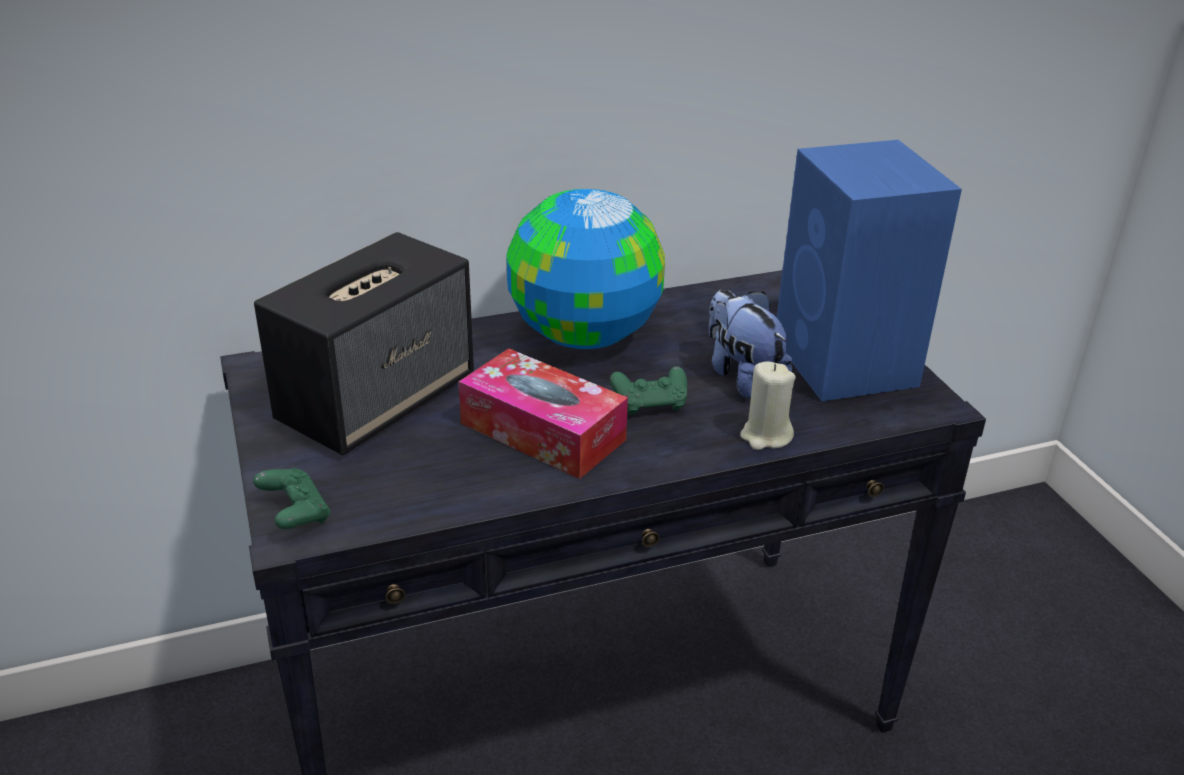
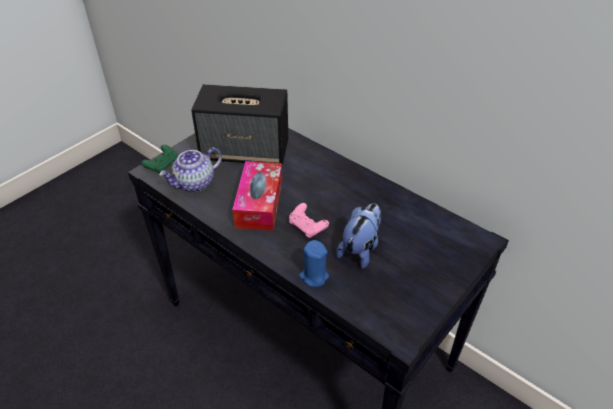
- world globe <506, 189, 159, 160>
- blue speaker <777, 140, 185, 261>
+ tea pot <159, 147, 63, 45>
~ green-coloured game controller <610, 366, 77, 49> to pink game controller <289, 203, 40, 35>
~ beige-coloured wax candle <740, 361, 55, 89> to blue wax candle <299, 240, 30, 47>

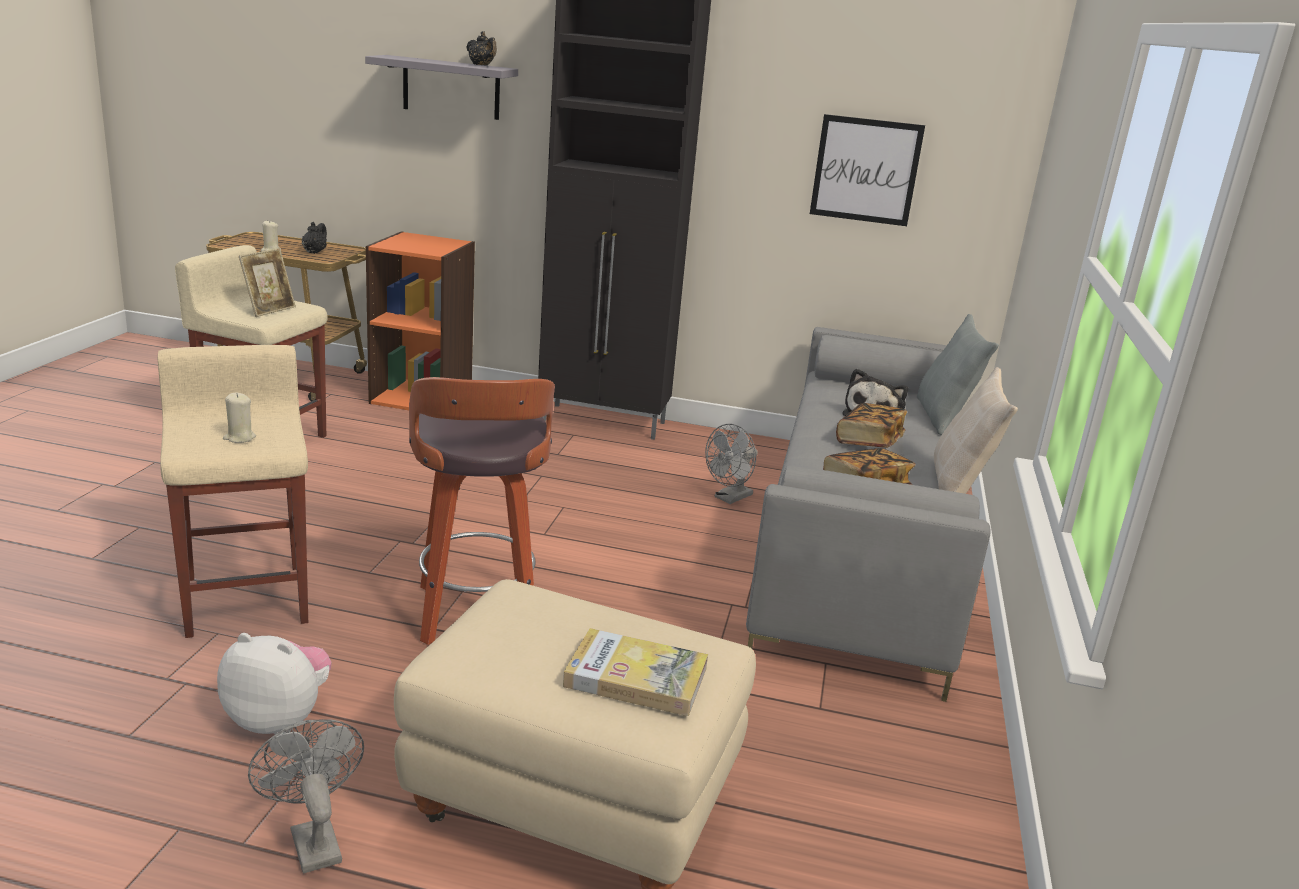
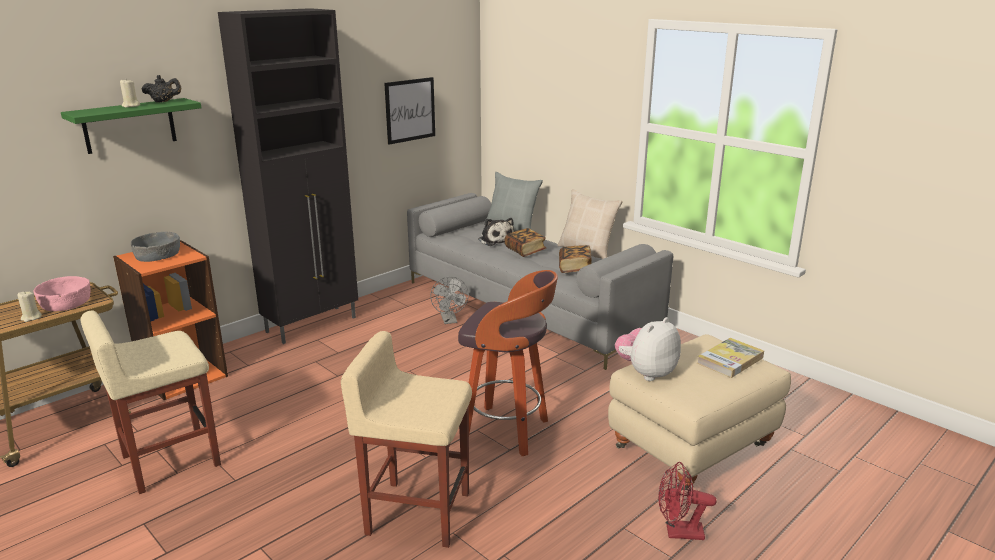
- standing frame <239, 248, 57, 69>
+ gray deep dish <131, 232, 49, 30>
~ cuddly toy <217, 633, 115, 102> to <615, 317, 66, 64>
~ beige-coloured wax candle <223, 392, 33, 51> to <120, 79, 20, 29>
~ black-coloured tea pot <302, 222, 25, 32> to pink deep dish <33, 276, 58, 35>
~ gray electric fan <248, 719, 116, 154> to reddish electric fan <658, 462, 59, 78>
~ gray shelf <365, 55, 153, 65> to green-coloured shelf <61, 98, 141, 56>

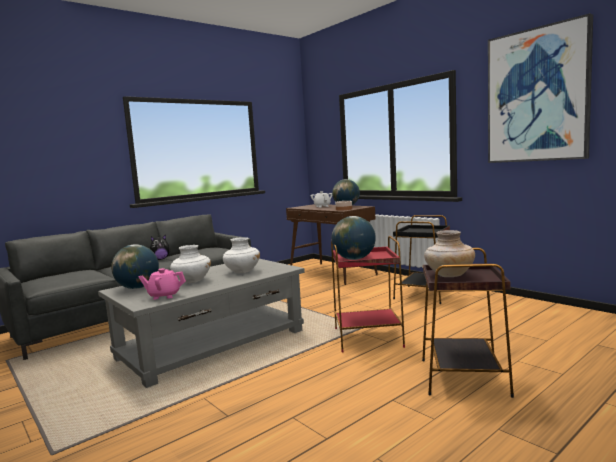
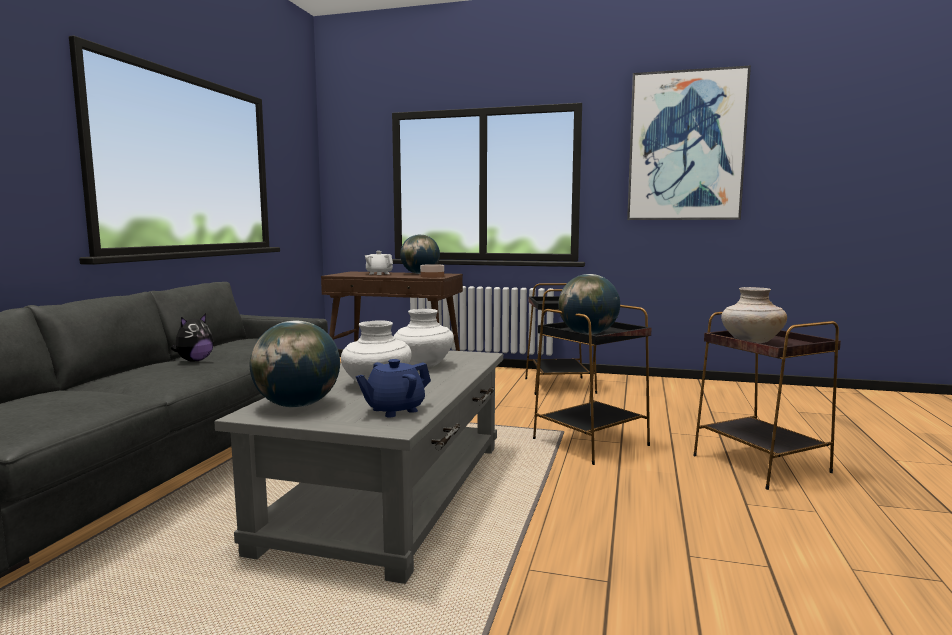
~ pink tea pot <139, 268, 47, 32> to blue tea pot <356, 359, 75, 58>
~ reddish accent table <331, 236, 74, 116> to black-coloured accent table <533, 305, 119, 160>

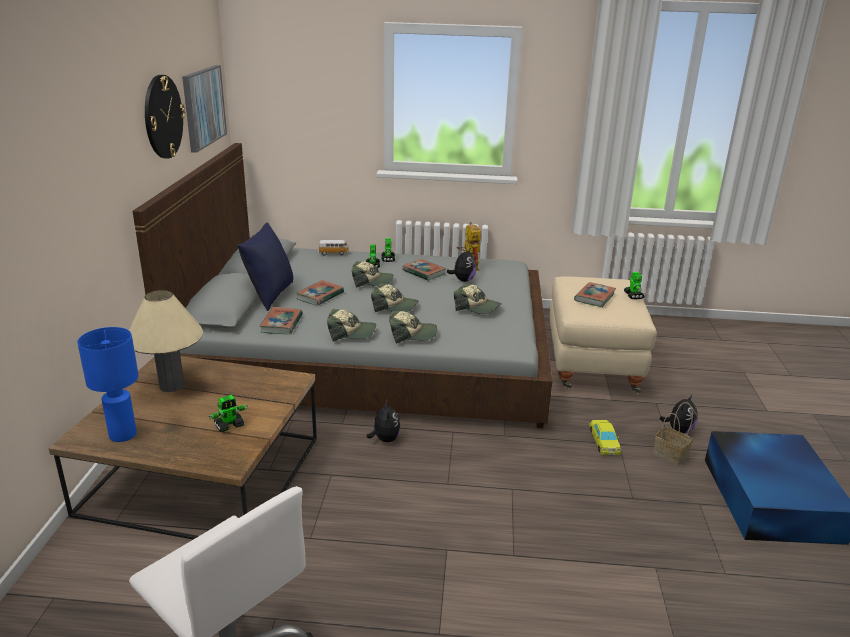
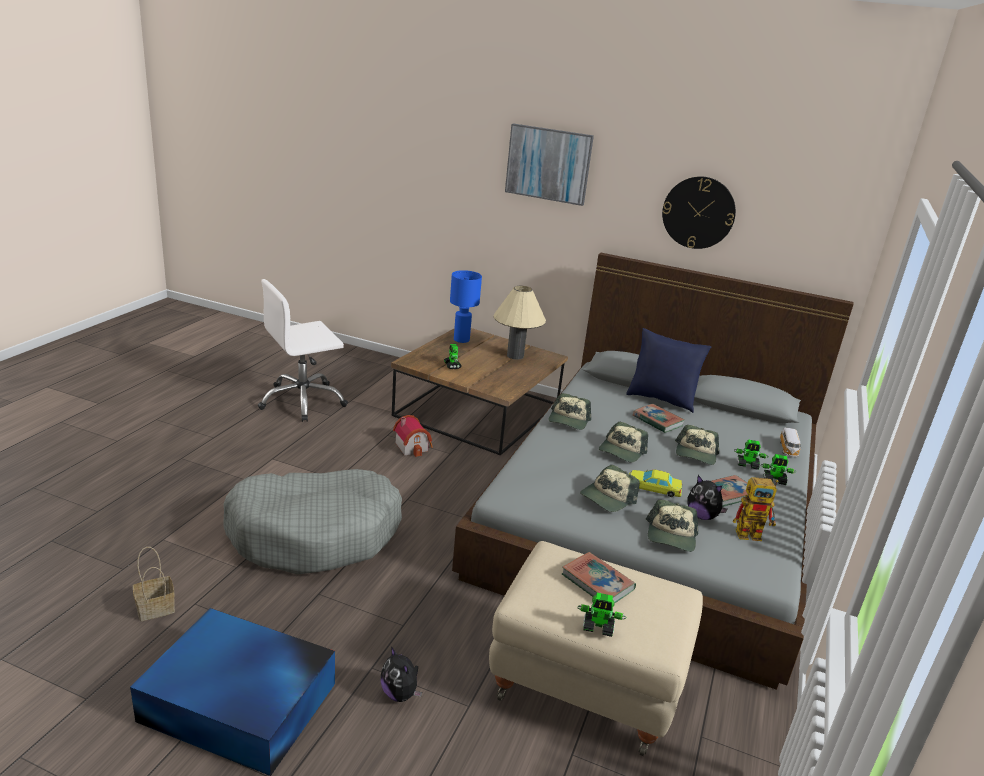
- bound book <260, 307, 43, 27>
- cuddly toy <367, 399, 33, 43>
+ gray dog cushion <223, 469, 179, 106>
+ toy house <393, 415, 40, 42>
~ picture <182, 65, 45, 88> to <505, 123, 89, 83>
~ peaked cap <389, 311, 48, 32> to <646, 500, 52, 52>
~ yellow-coloured model car <589, 420, 32, 35> to <629, 469, 53, 28>
~ household basket <653, 402, 40, 64> to <133, 547, 42, 74>

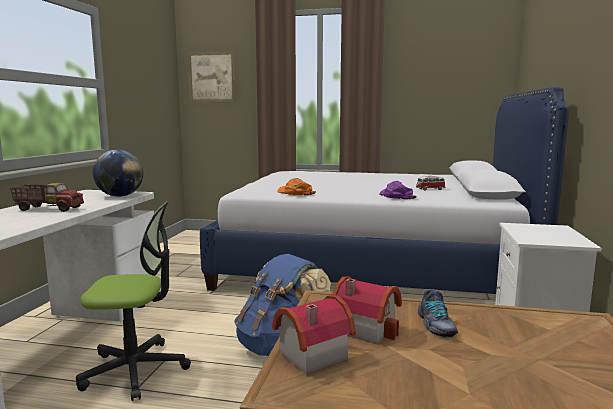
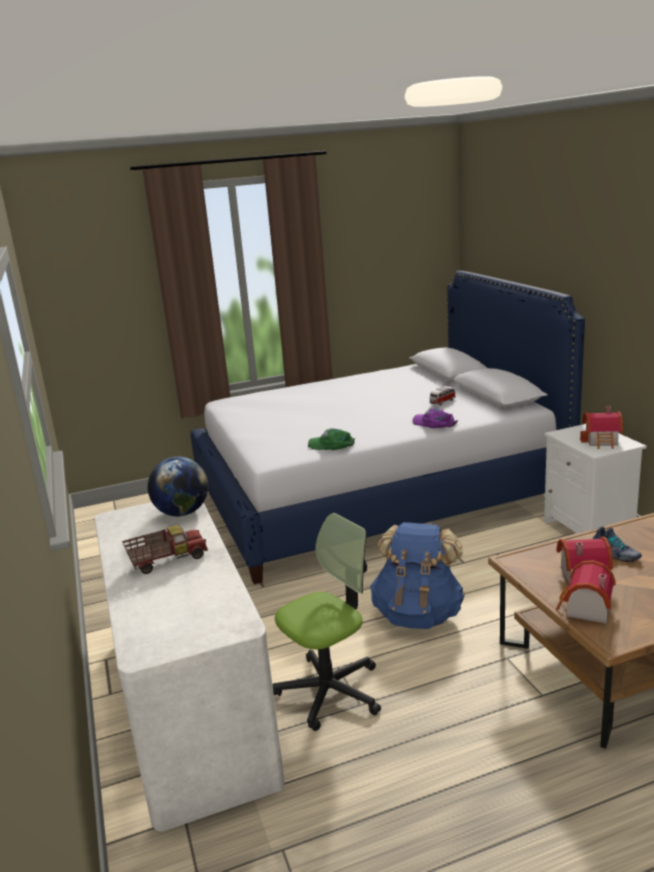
- picture <188, 51, 48, 51>
+ toy house <580, 406, 43, 43>
~ orange-coloured peaked cap <278, 178, 38, 17> to green-coloured peaked cap <308, 428, 47, 22>

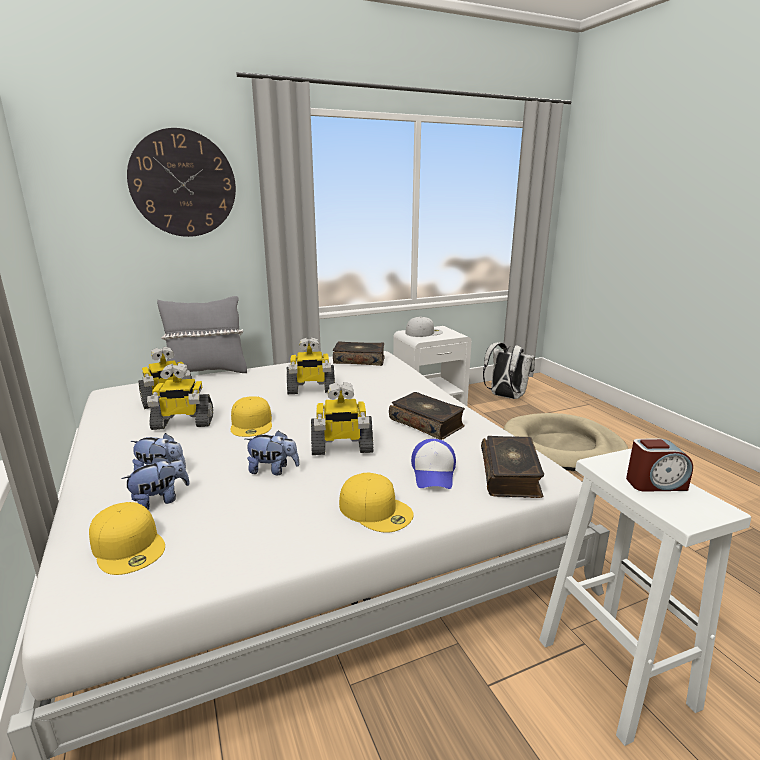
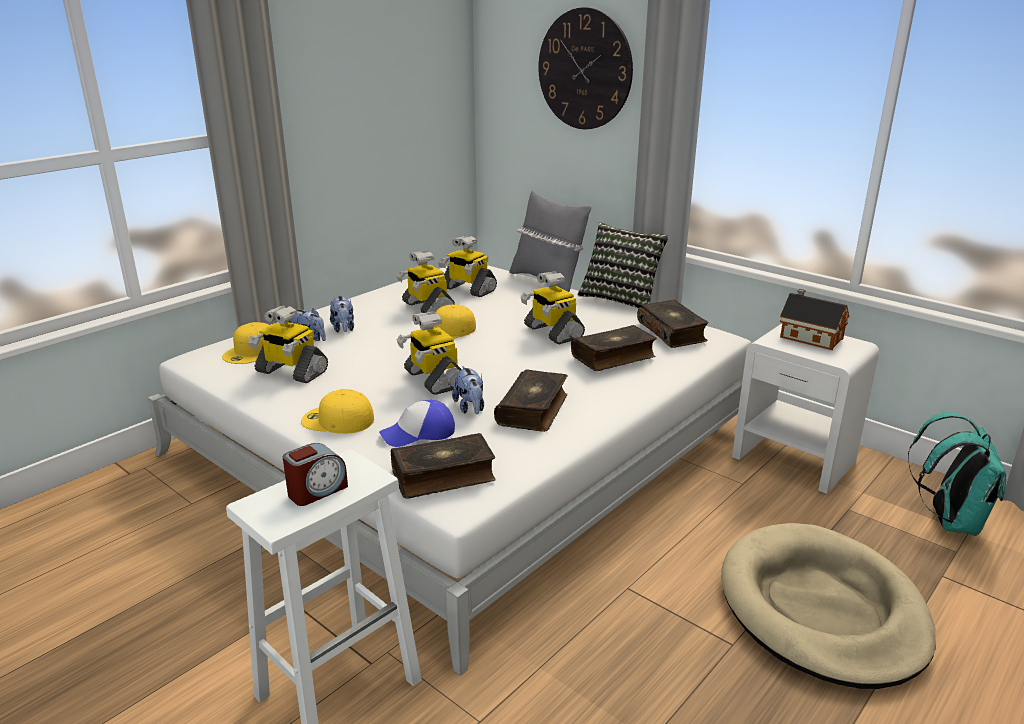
+ toy robot <248, 305, 80, 78>
+ bound book <571, 325, 86, 46>
+ cushion <577, 222, 91, 86>
~ cuddly toy <245, 430, 55, 45> to <452, 366, 32, 48>
~ white-coloured peaked cap <406, 317, 37, 20> to toy house <780, 289, 69, 61>
~ white-coloured knapsack <483, 342, 52, 57> to blue-green knapsack <908, 412, 98, 124>
~ yellow-coloured peaked cap <339, 473, 75, 60> = <301, 389, 73, 45> 90 degrees clockwise
~ alarm clock <626, 438, 67, 54> = <283, 443, 65, 63> 105 degrees counterclockwise

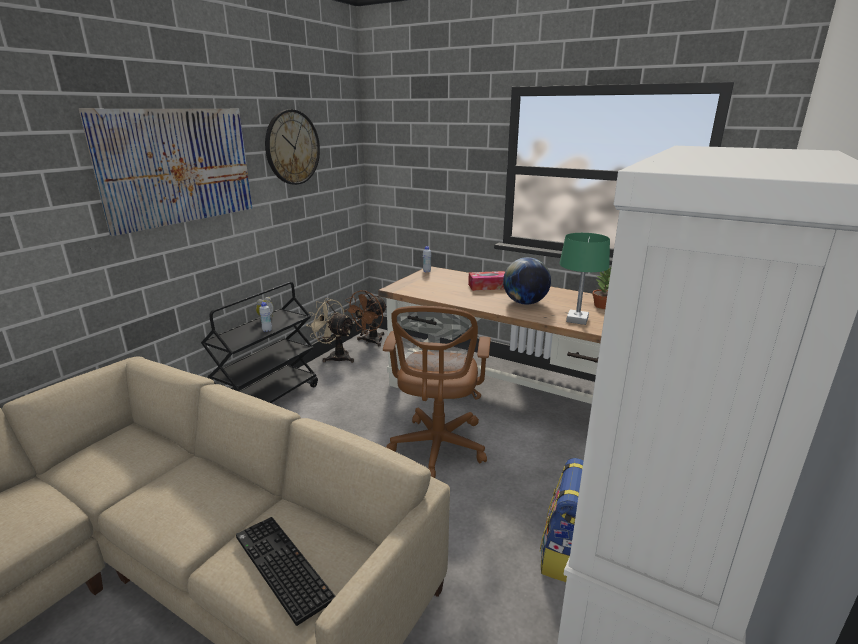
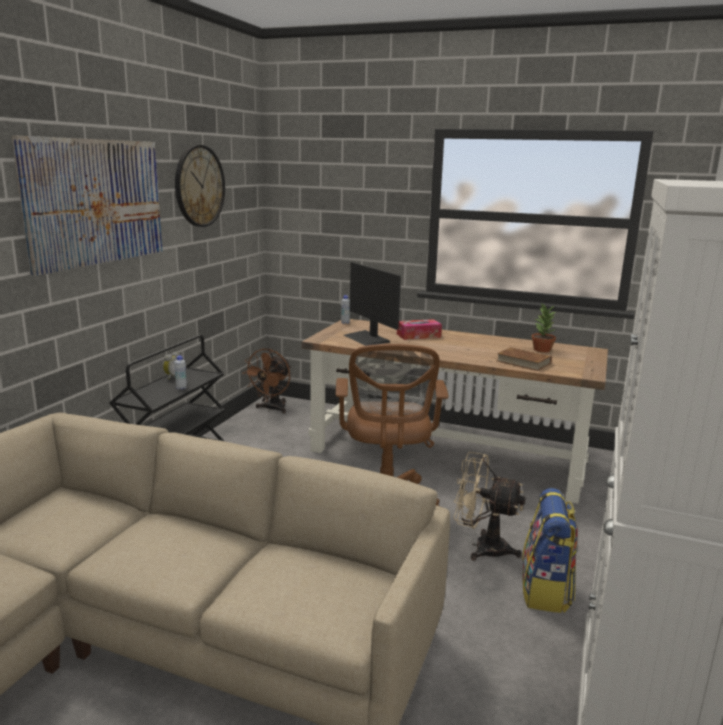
- computer keyboard <236, 517, 99, 109>
- world globe <503, 257, 48, 48>
+ computer screen <344, 262, 57, 84>
~ beige-coloured electric fan <306, 298, 49, 65> to <454, 452, 72, 109>
~ green-coloured table lamp <559, 233, 51, 92> to brown-coloured bound book <497, 347, 55, 24>

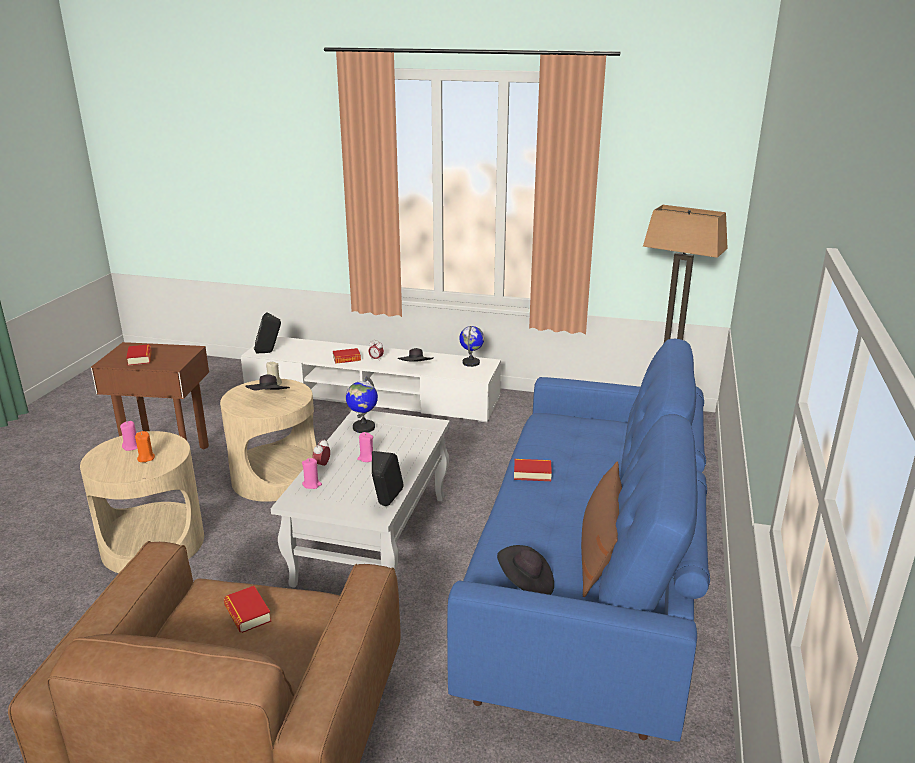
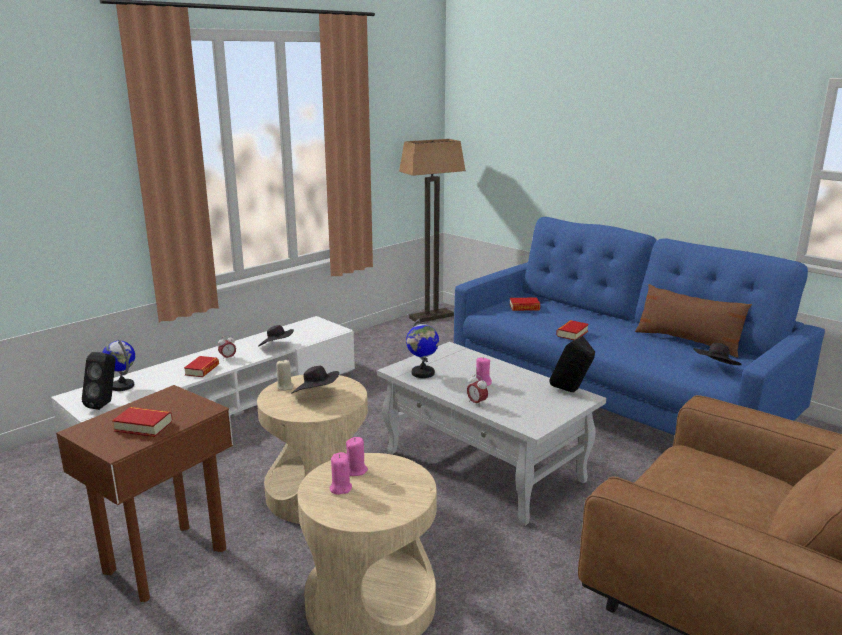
- orange-coloured wax candle <135, 431, 20, 31>
~ bound book <224, 586, 47, 47> to <510, 297, 30, 14>
~ pink wax candle <302, 458, 20, 31> to <346, 437, 22, 39>
~ world globe <459, 326, 25, 41> to <102, 340, 33, 51>

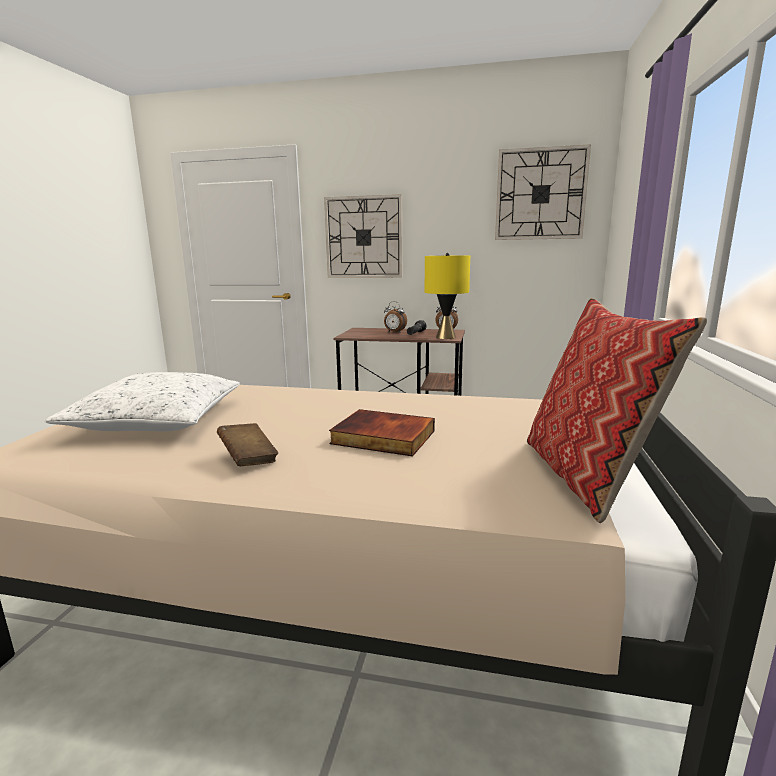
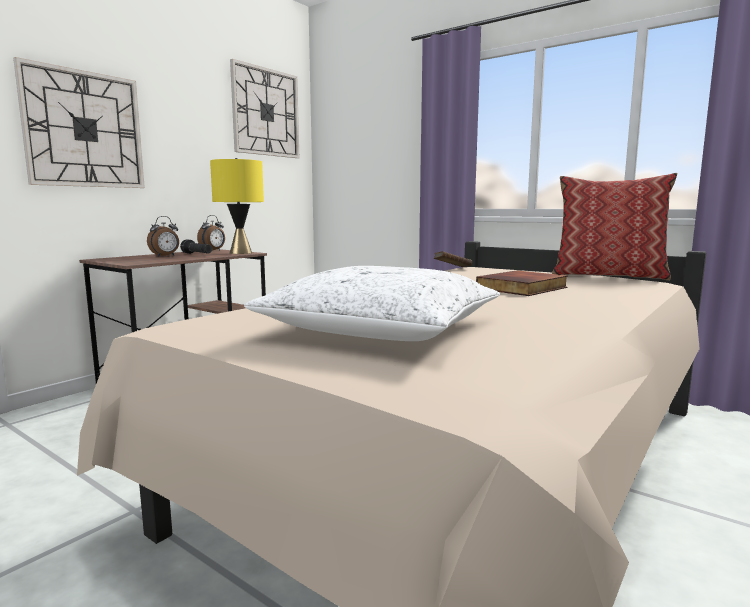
~ brown-coloured bound book <217, 423, 61, 43> to <434, 251, 39, 16>

